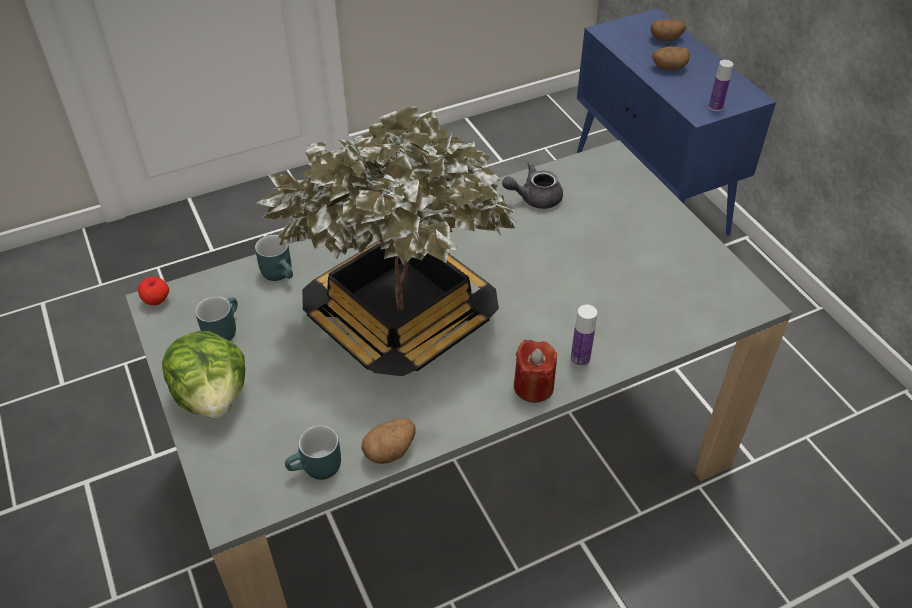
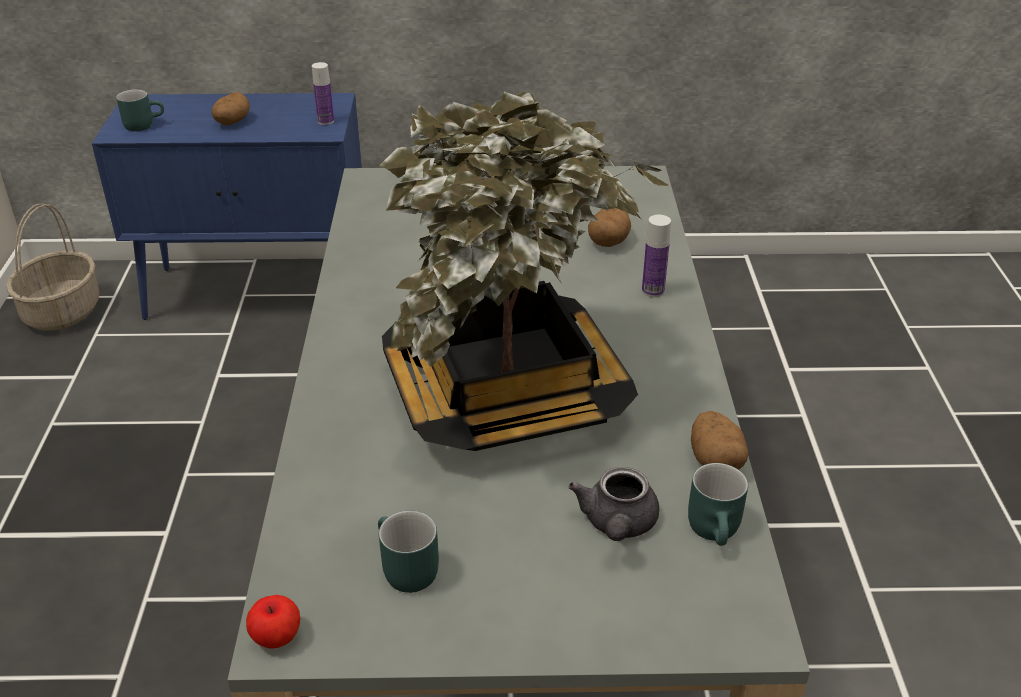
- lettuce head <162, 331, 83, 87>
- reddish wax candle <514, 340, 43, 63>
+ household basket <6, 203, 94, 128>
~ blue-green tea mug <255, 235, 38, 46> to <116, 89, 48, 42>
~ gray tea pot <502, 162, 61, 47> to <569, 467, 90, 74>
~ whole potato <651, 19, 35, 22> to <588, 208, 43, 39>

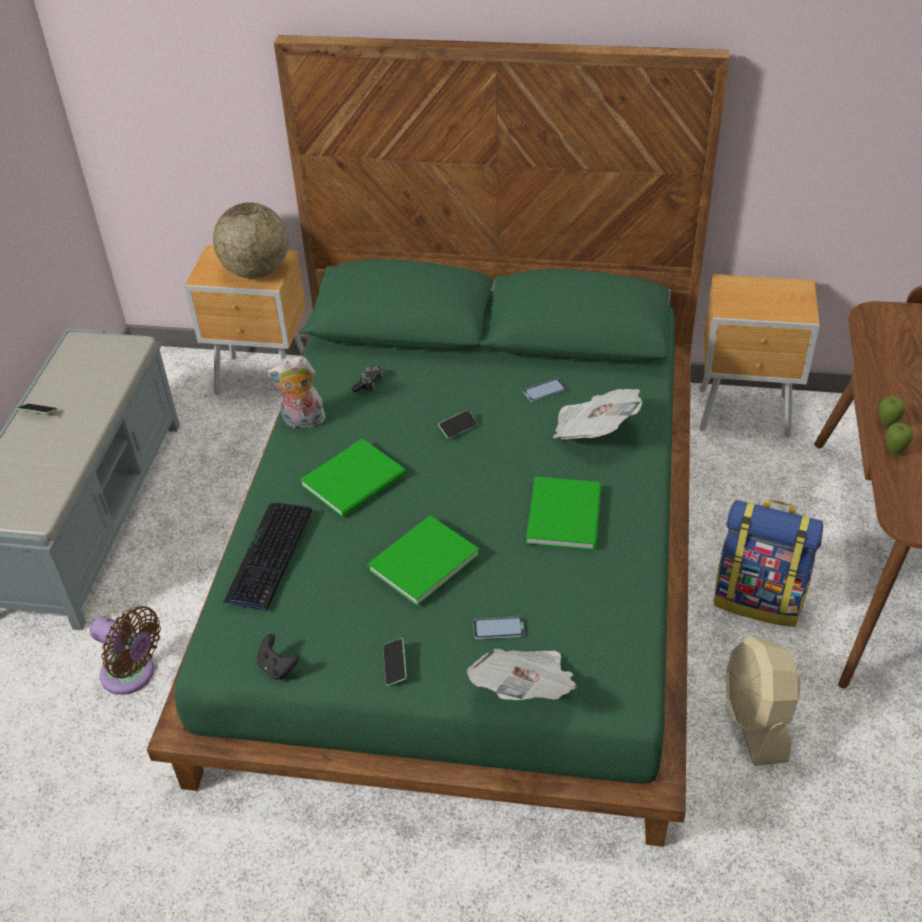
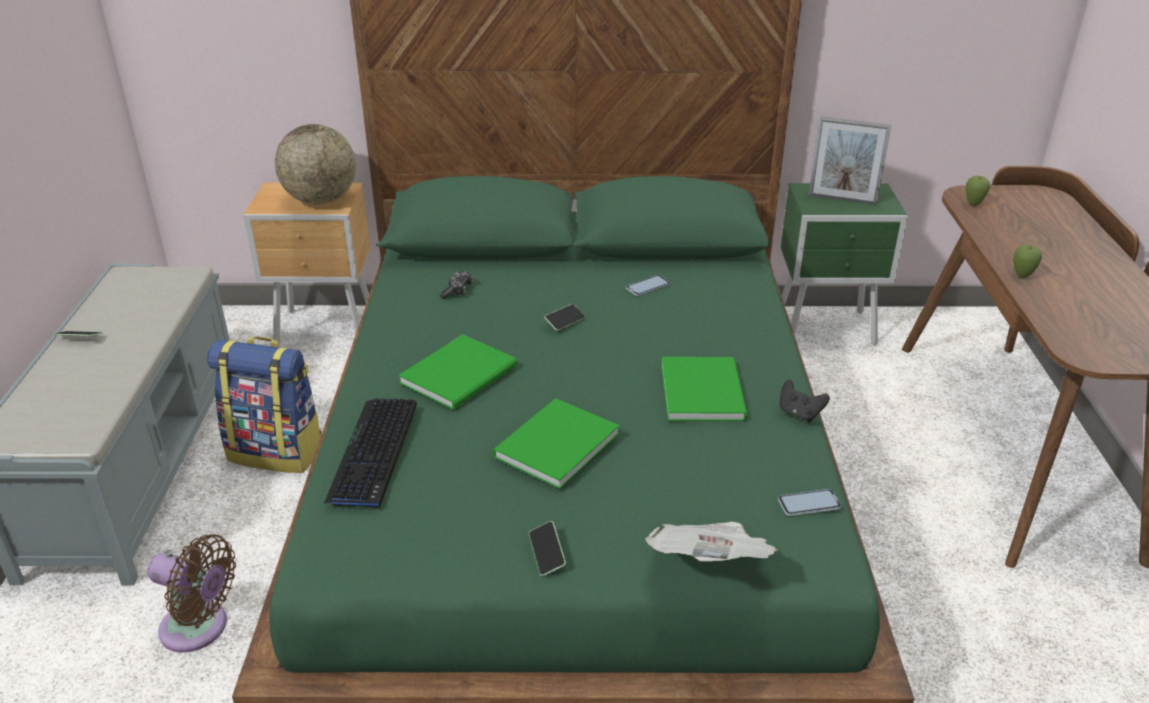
- cuddly toy <267, 356, 60, 72>
- daily paper <553, 389, 89, 50>
- beige-coloured electric fan <726, 636, 74, 130>
+ standing frame <808, 116, 83, 89>
~ black-coloured game controller <257, 634, 42, 46> to <780, 380, 50, 42>
~ handset <473, 617, 51, 22> to <778, 489, 64, 27>
~ knapsack <714, 499, 109, 128> to <207, 337, 115, 136>
~ apple <886, 423, 27, 31> to <966, 176, 25, 30>
~ brown-coloured night table <699, 274, 121, 164> to green-coloured night table <781, 183, 127, 163>

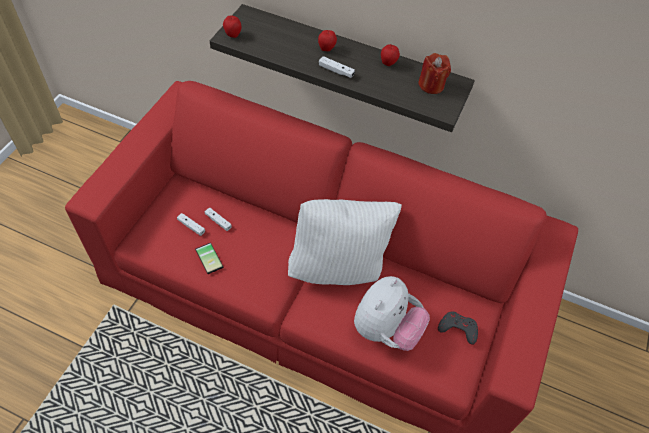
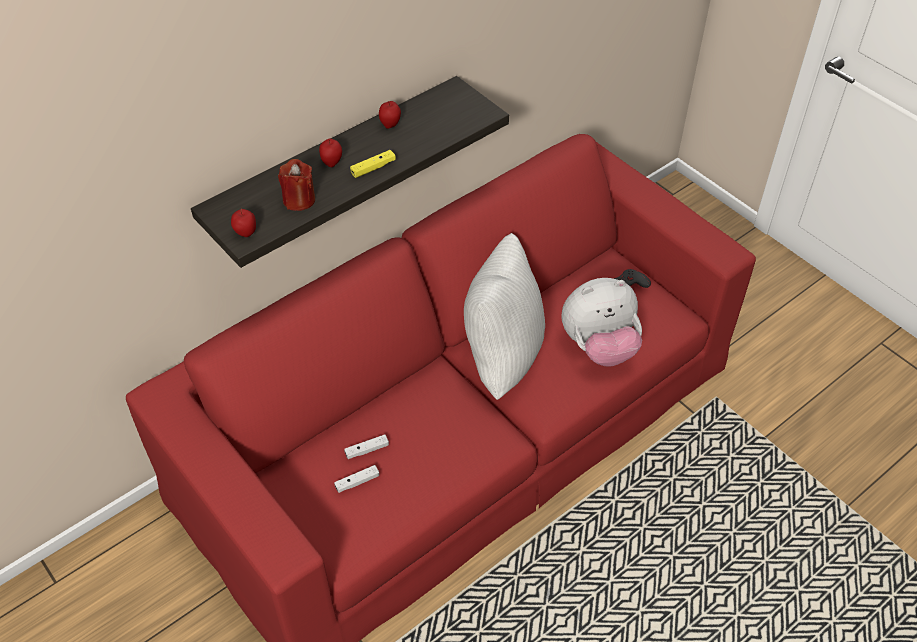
- handset <195, 243, 29, 31>
~ reddish wax candle <418, 53, 33, 41> to <278, 159, 37, 52>
~ white-coloured game controller <319, 56, 36, 22> to yellow-coloured game controller <350, 150, 46, 28>
~ cuddly toy <354, 276, 76, 75> = <562, 278, 80, 89> 105 degrees clockwise

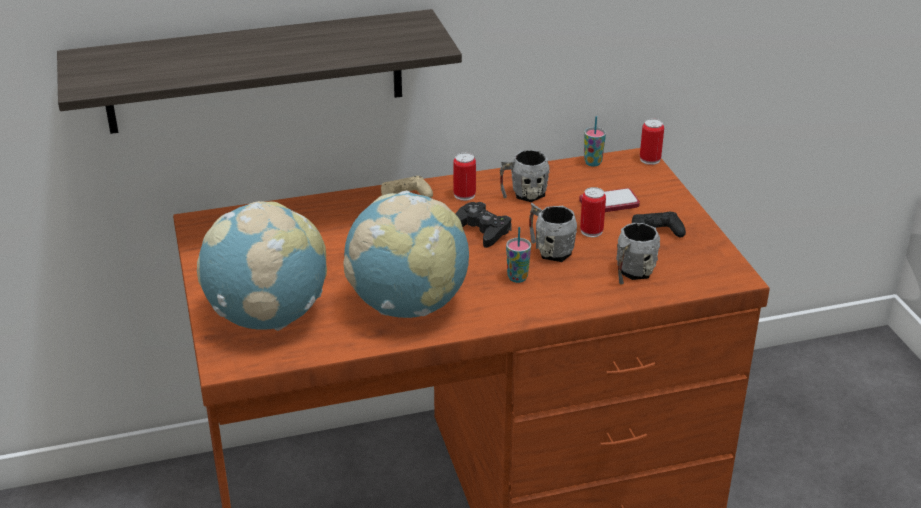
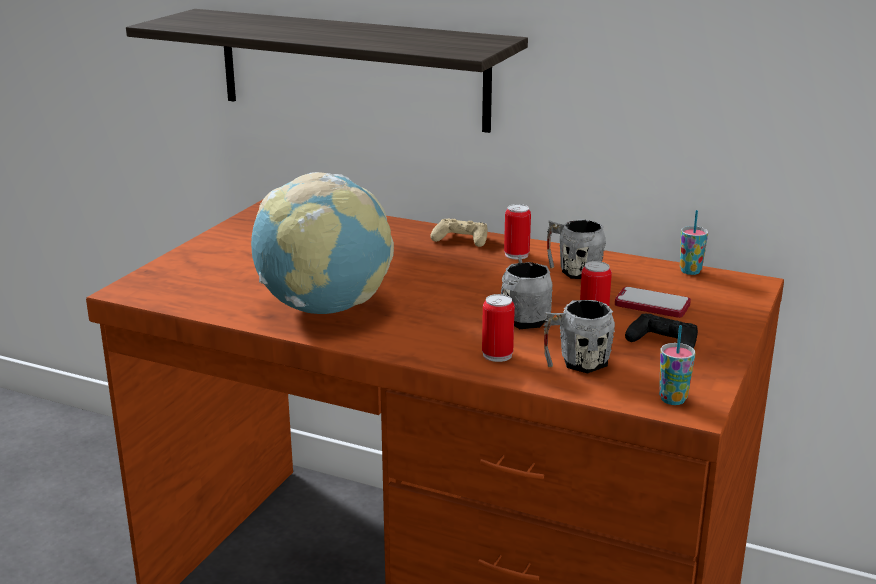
- world globe <197, 201, 130, 130>
- black-coloured game controller <455, 202, 57, 46>
~ drinking cup <506, 227, 25, 56> to <659, 325, 36, 80>
~ metal can <640, 119, 24, 46> to <482, 294, 33, 68>

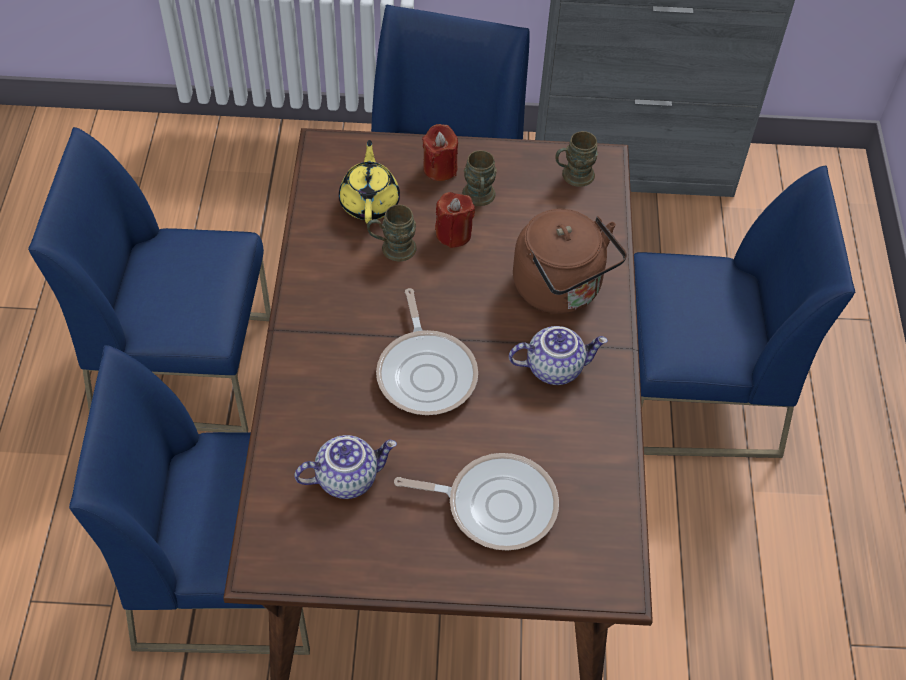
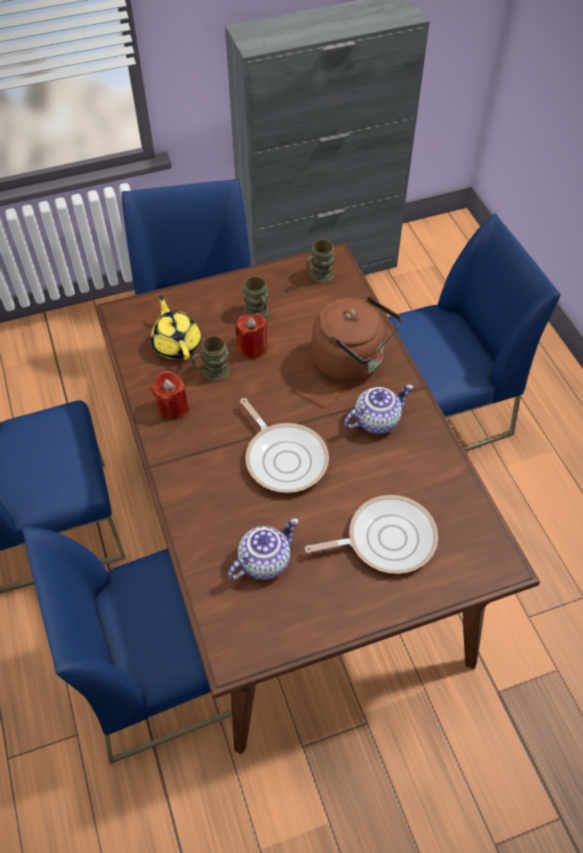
~ reddish wax candle <422, 124, 36, 57> to <152, 371, 37, 49>

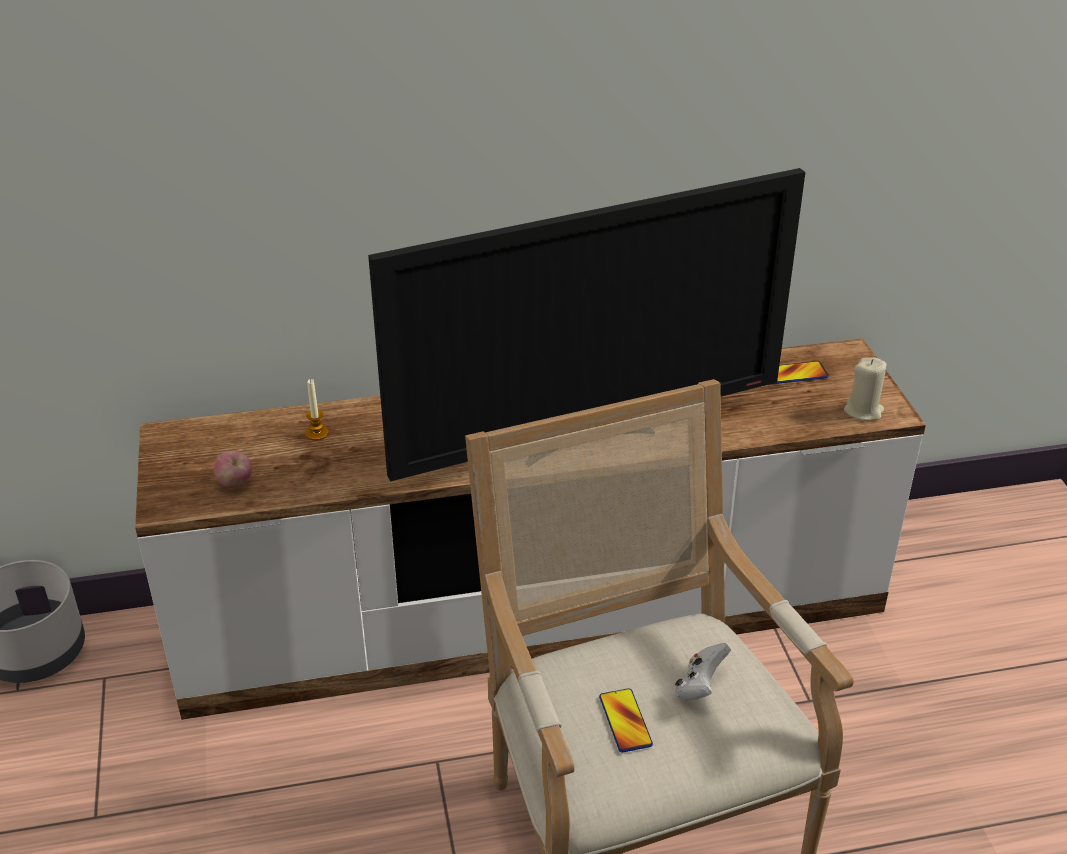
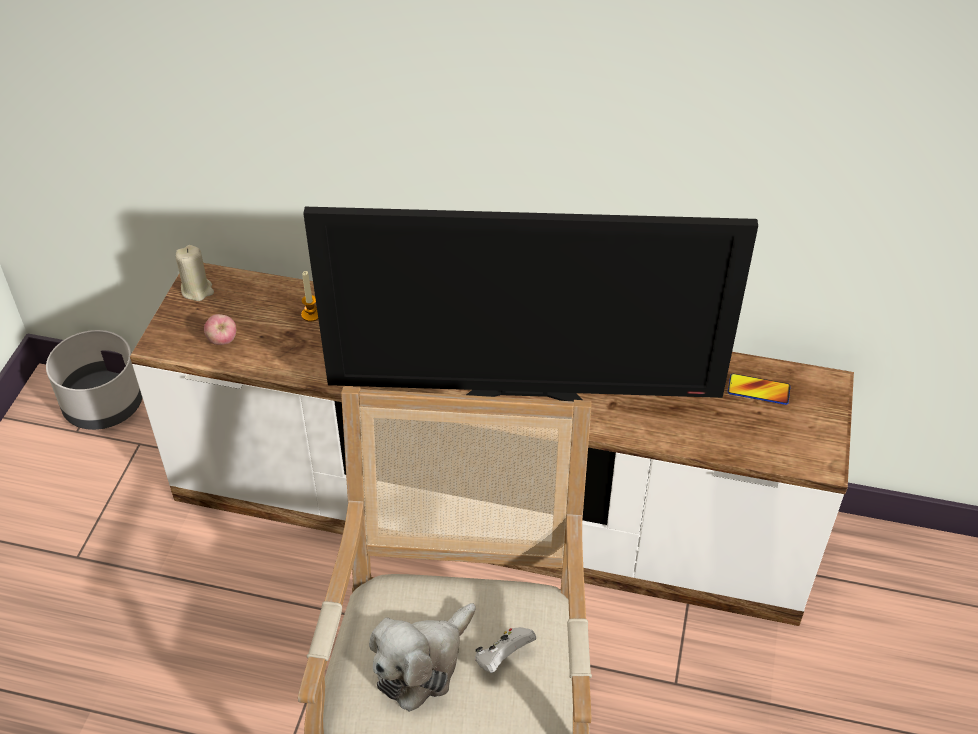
~ beige-coloured wax candle <844, 357, 42, 64> to <175, 245, 39, 56>
~ handset <599, 688, 54, 64> to cuddly toy <369, 603, 107, 109>

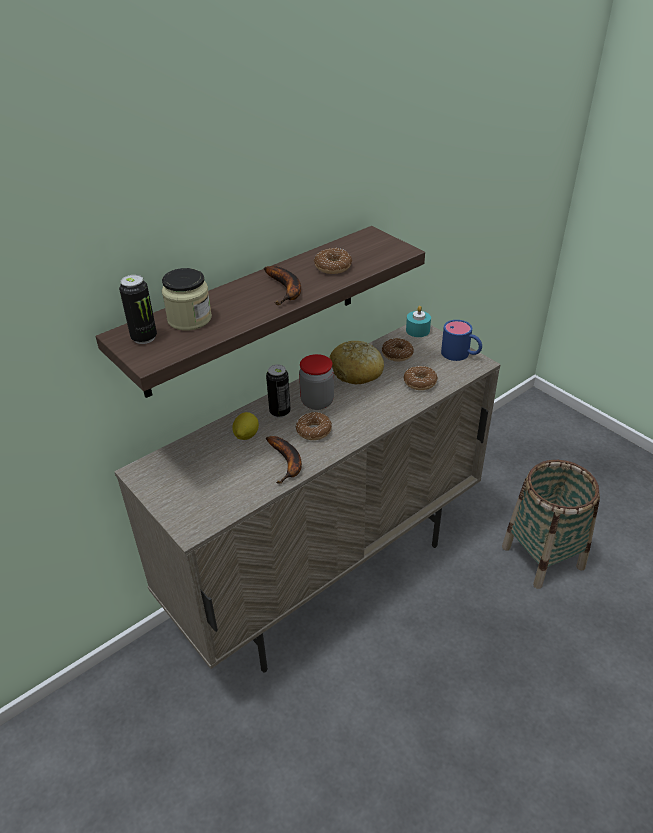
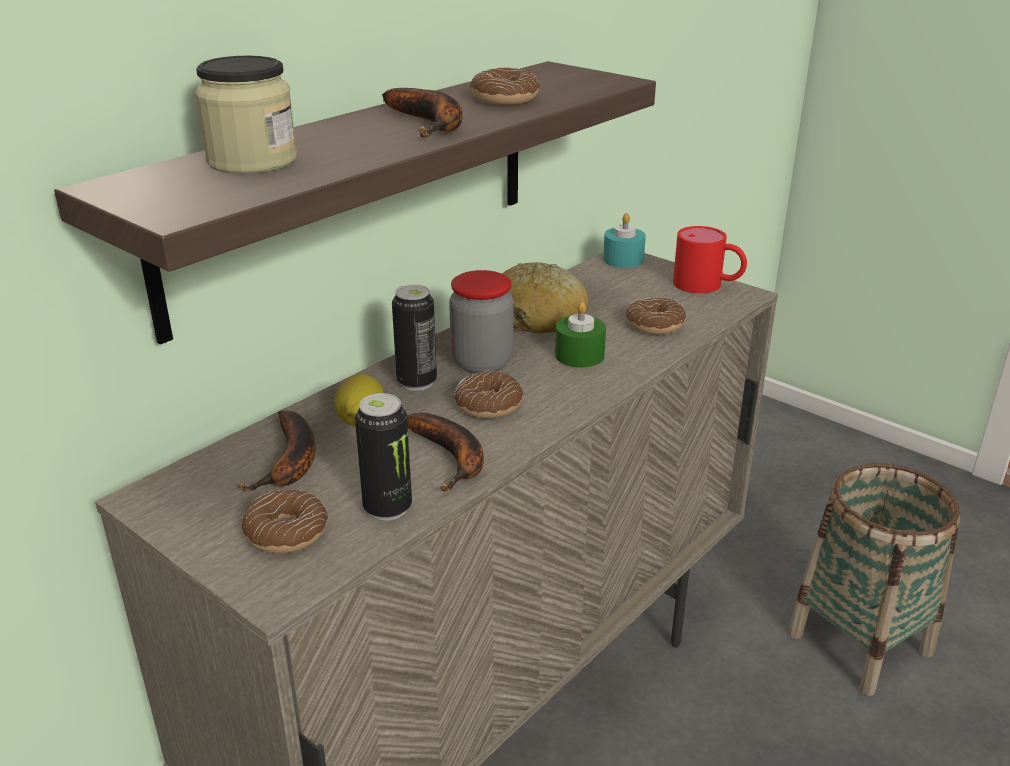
+ banana <238, 410, 78, 82>
+ green-coloured wax candle <555, 302, 51, 66>
~ metal can <119, 275, 38, 69> to <355, 393, 57, 128>
~ donut <382, 338, 32, 24> to <242, 489, 86, 64>
~ blue tea mug <441, 320, 41, 41> to reddish tea mug <673, 226, 74, 67>

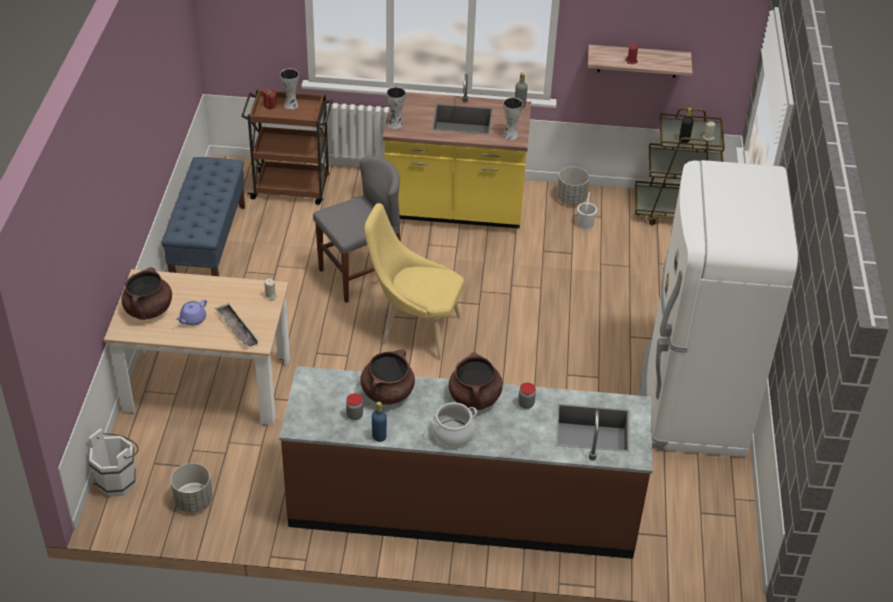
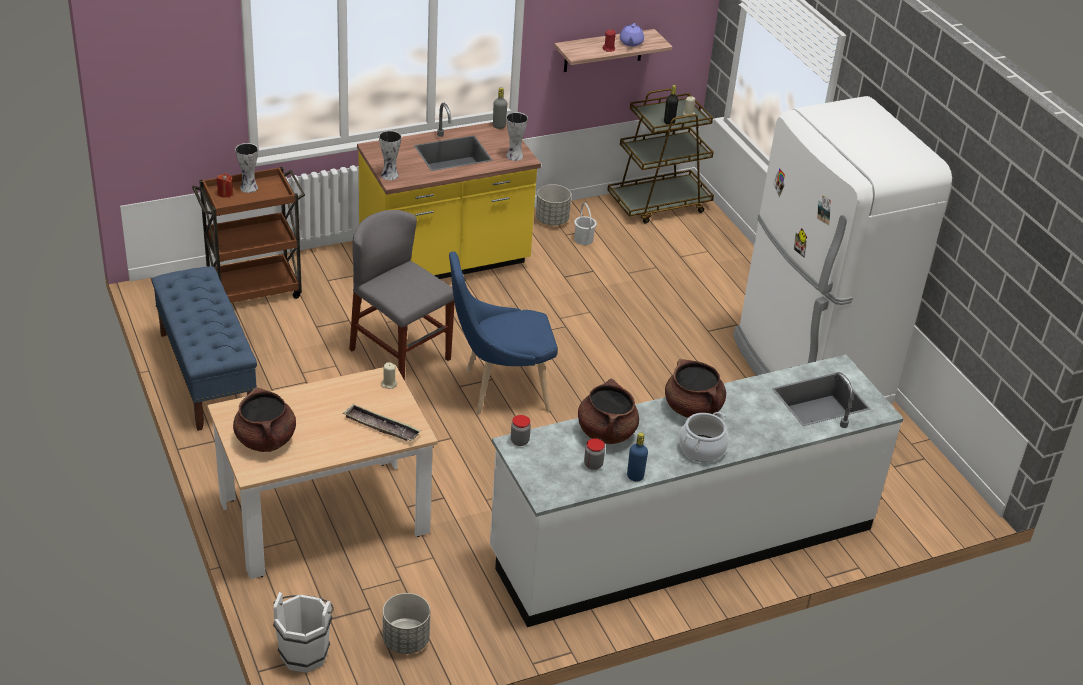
~ purple-coloured tea pot <175, 299, 32, 27> to <620, 23, 24, 23>
~ preserve jar <518, 383, 18, 26> to <511, 415, 20, 31>
~ brown-coloured kitchen base unit <279, 366, 374, 193> to white-coloured kitchen base unit <490, 354, 414, 273>
~ yellow-coloured plain chair <365, 203, 99, 157> to blue plain chair <449, 251, 109, 163>
~ gray plain chair <313, 156, 88, 147> = <349, 210, 106, 171> 75 degrees counterclockwise

